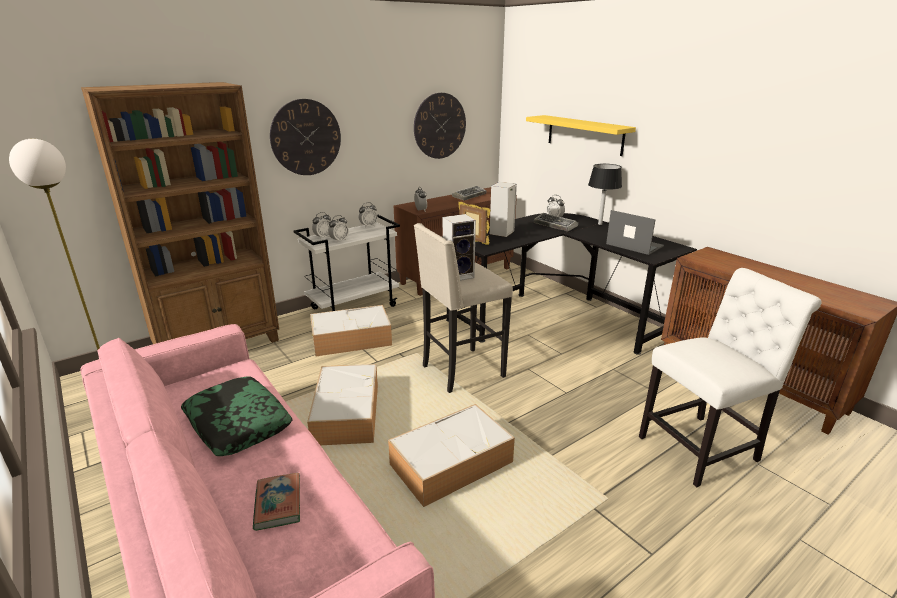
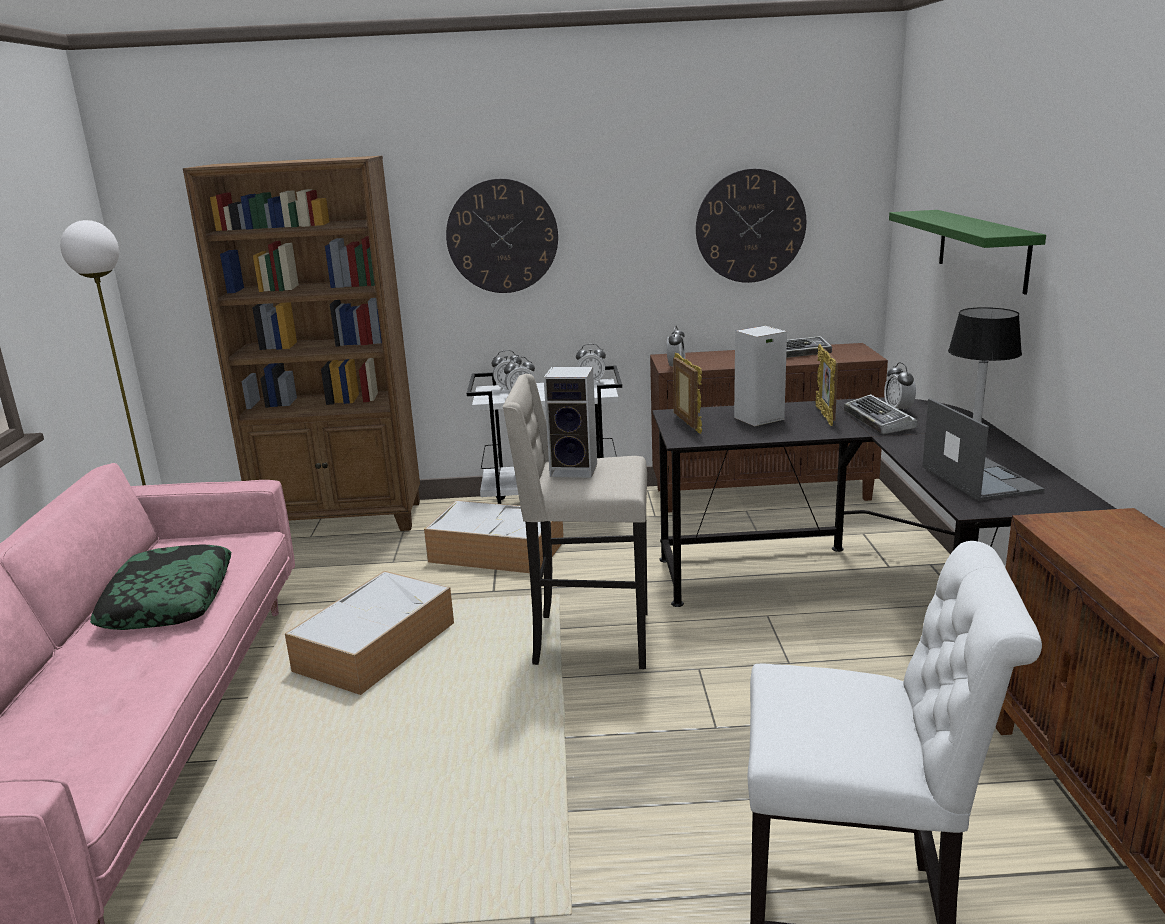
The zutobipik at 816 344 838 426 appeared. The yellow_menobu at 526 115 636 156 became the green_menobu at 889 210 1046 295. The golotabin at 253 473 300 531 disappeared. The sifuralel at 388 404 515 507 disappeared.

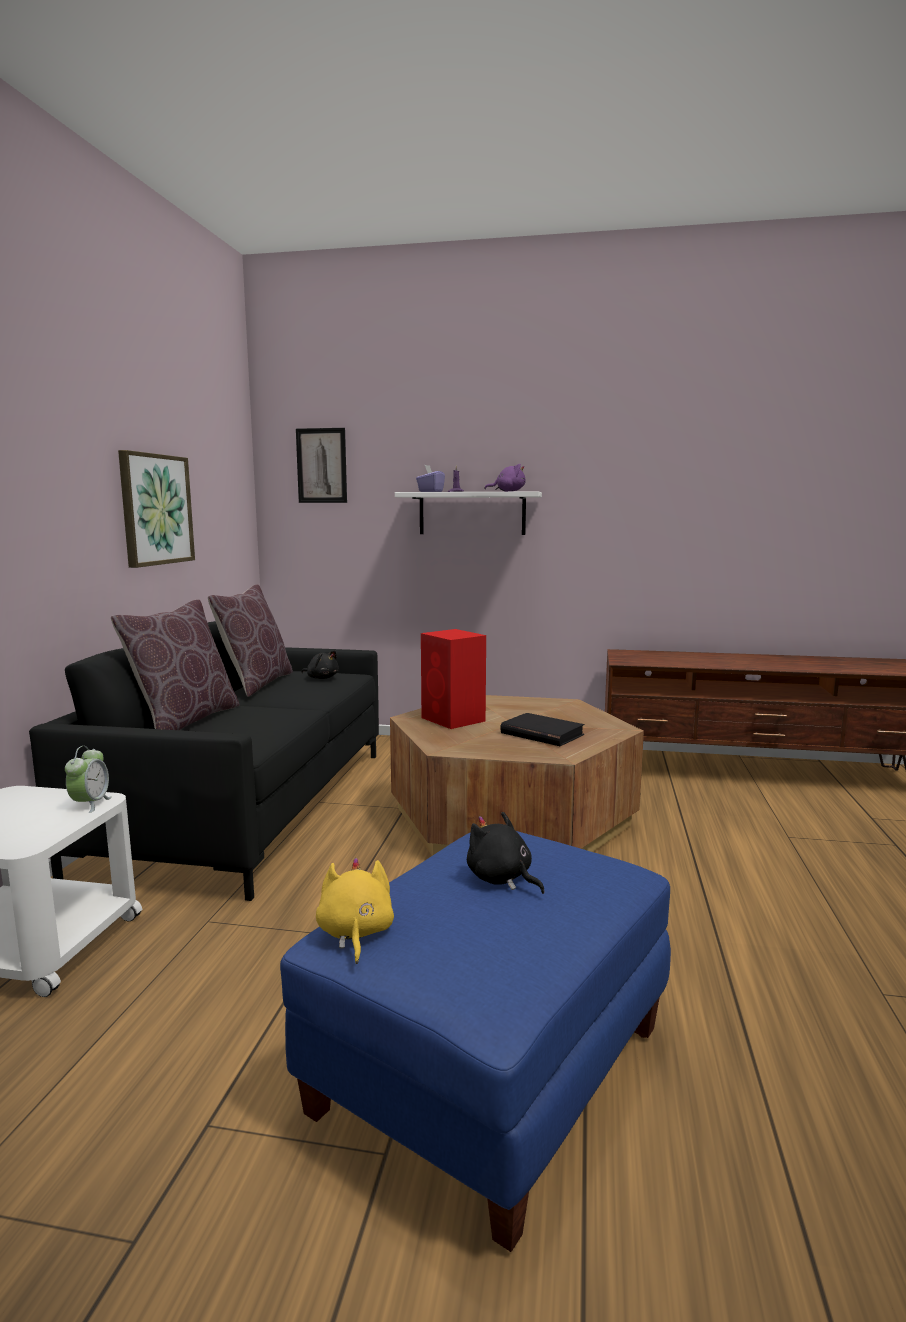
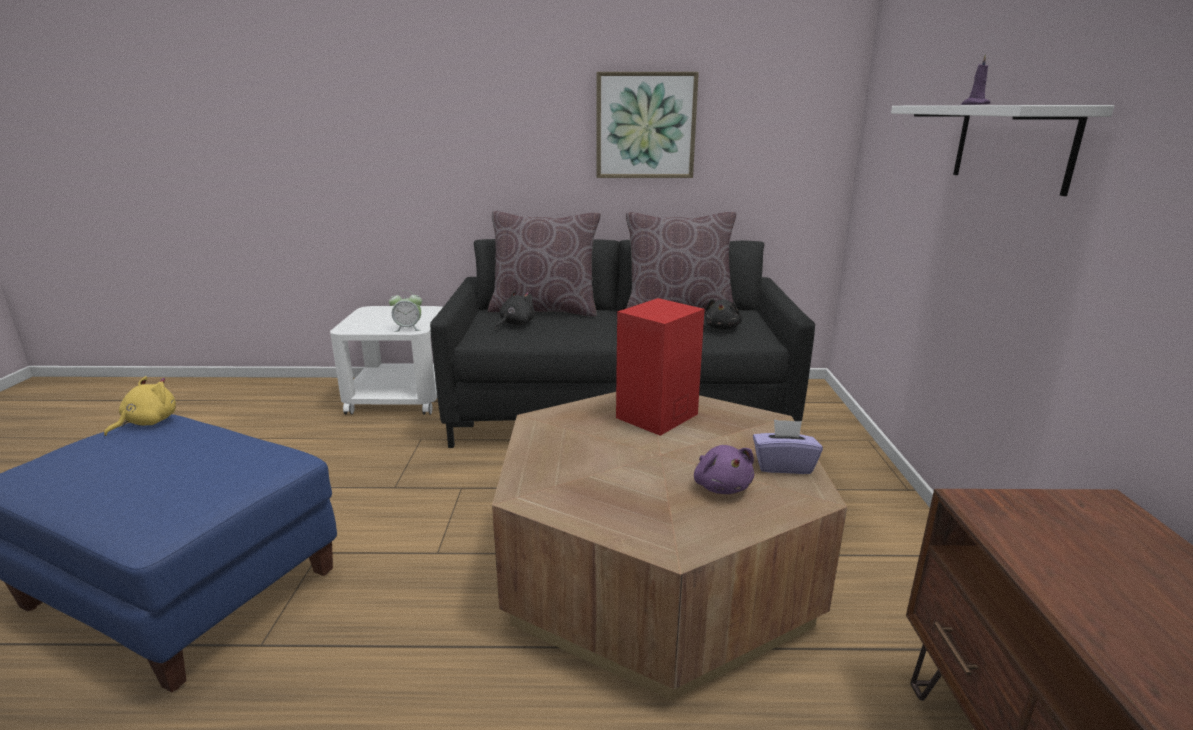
The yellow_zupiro at 316 858 394 964 turned 45 degrees counterclockwise. The black_zupiro moved from 467 812 545 894 to 495 290 535 329. The purple_zupiro moved from 484 464 526 492 to 694 445 754 494. The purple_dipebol moved from 416 465 445 492 to 753 419 823 474. The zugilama at 296 428 347 503 disappeared. The black_golotabin at 500 713 585 746 disappeared.

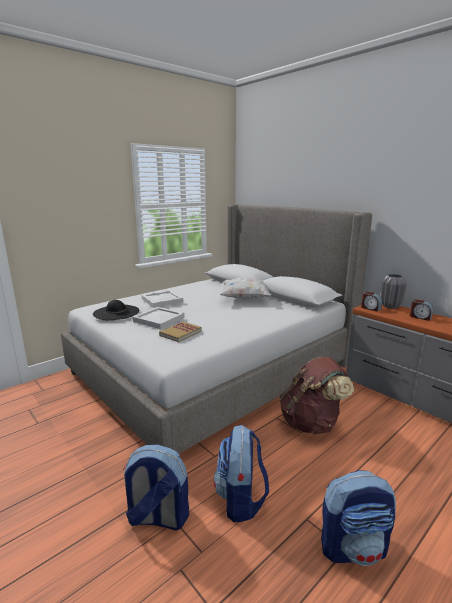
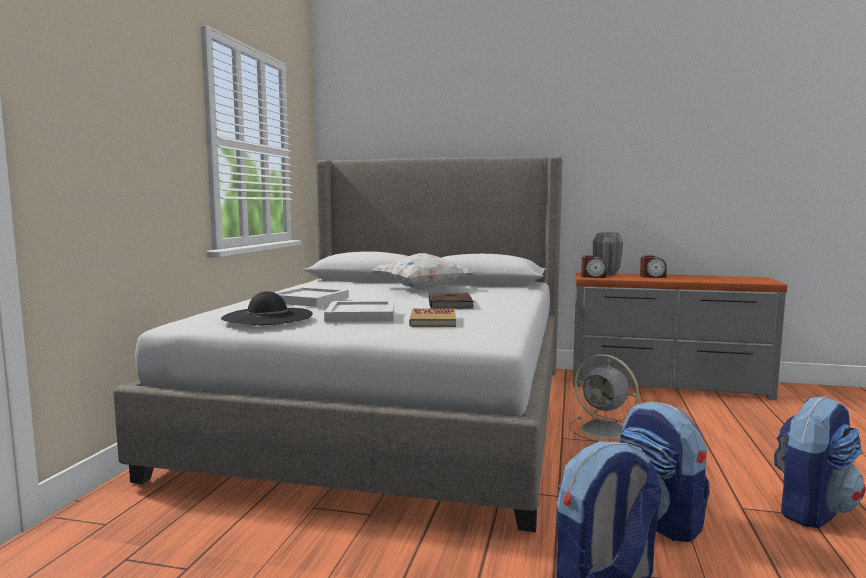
The brown_golotabin at 428 292 474 309 appeared. The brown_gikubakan at 279 357 354 434 was replaced by the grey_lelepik at 569 354 639 442.

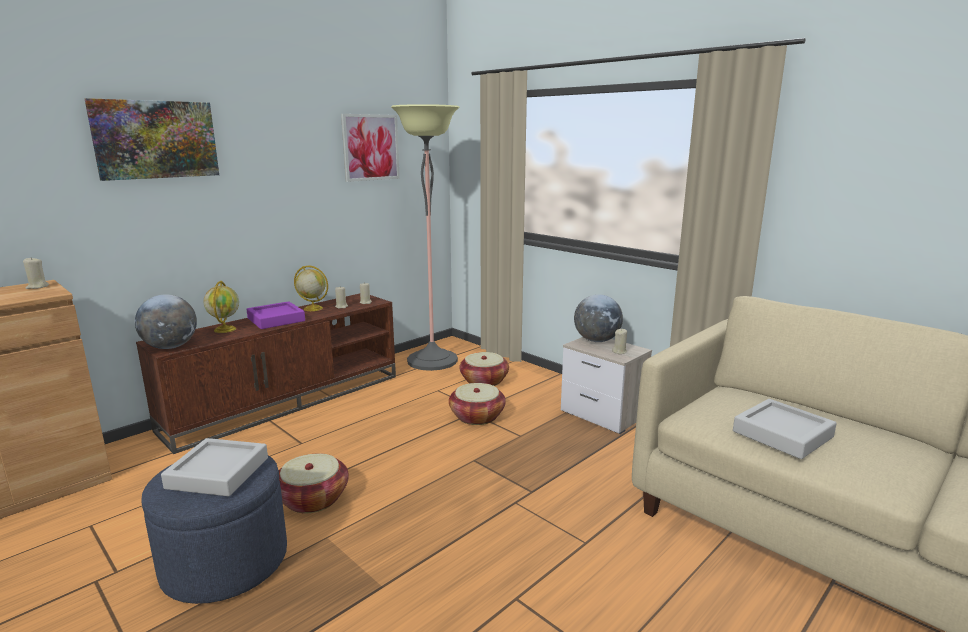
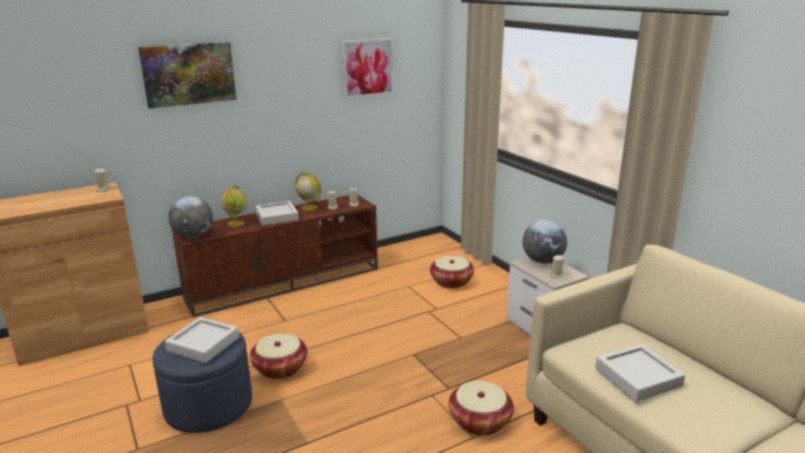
The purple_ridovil at 246 301 305 329 became the grey_ridovil at 255 201 299 226. The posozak moved from 449 383 506 425 to 449 381 514 436. The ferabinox at 391 104 460 371 disappeared.

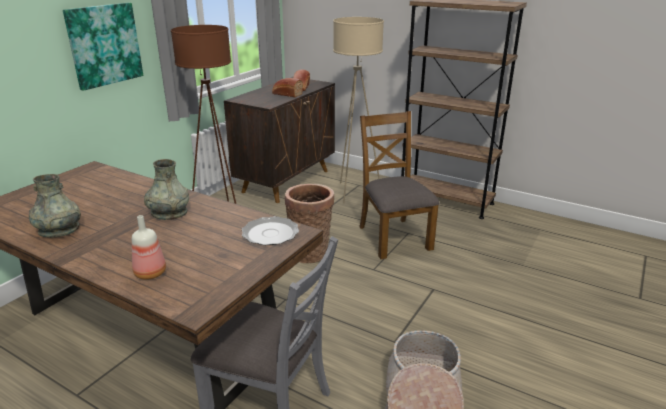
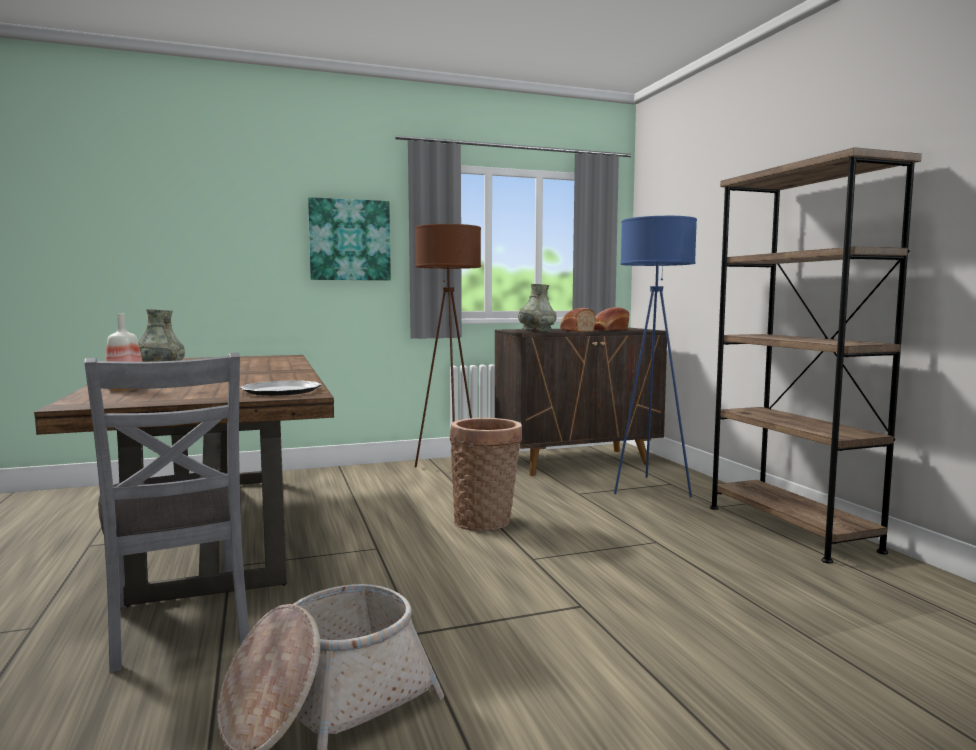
The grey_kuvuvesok moved from 144 159 189 220 to 518 284 557 332. The beige_ferabinox at 333 17 384 203 became the blue_ferabinox at 614 216 697 498. The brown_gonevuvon at 359 111 440 259 disappeared.

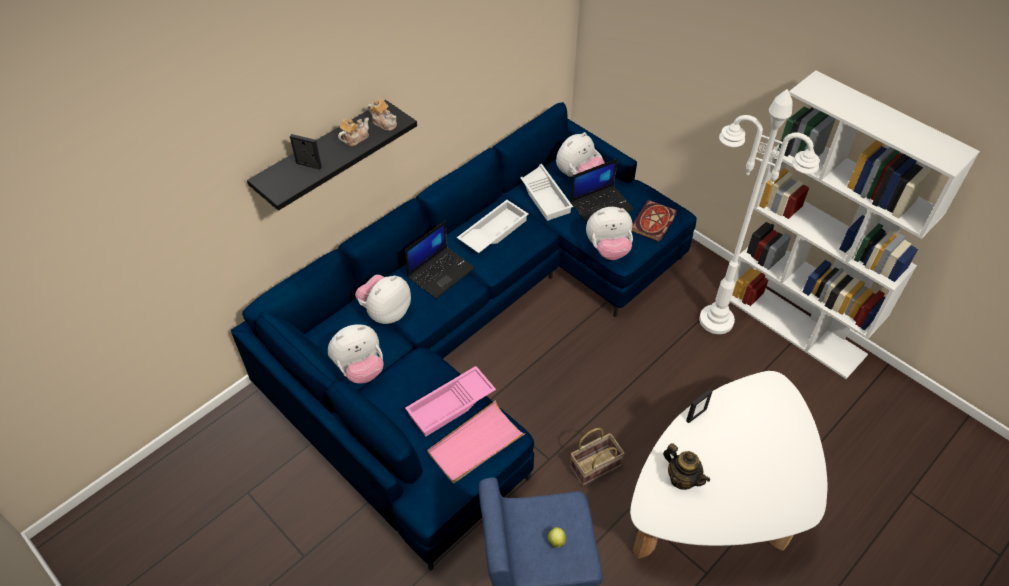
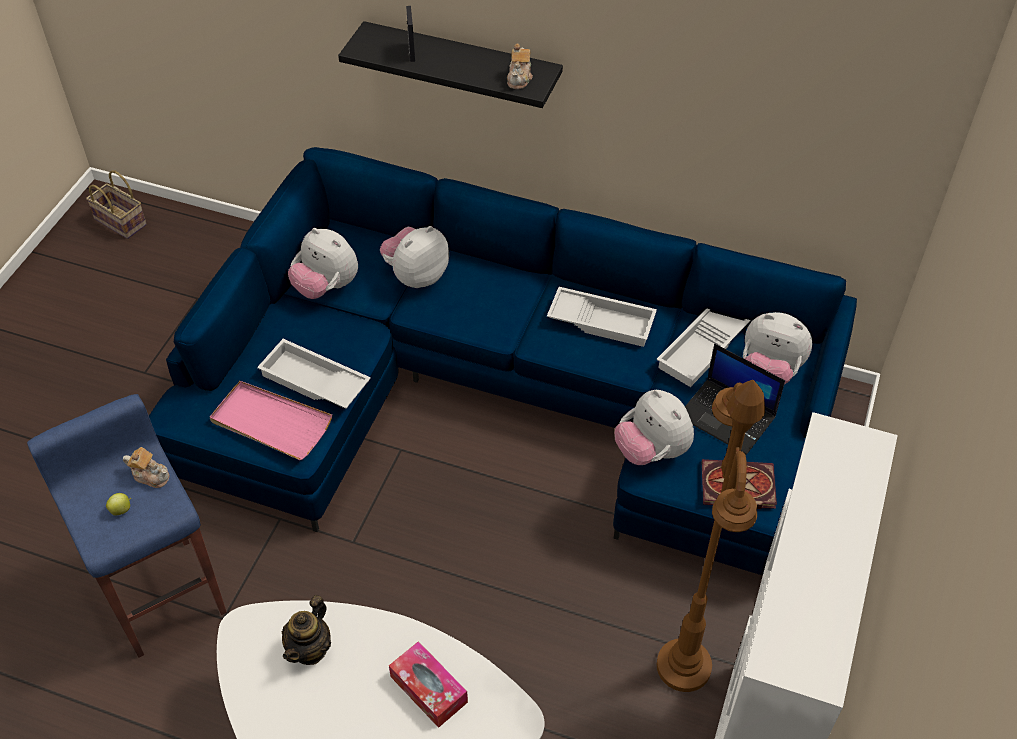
The posozak moved from 570 428 625 486 to 86 170 147 239. The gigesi moved from 338 118 369 146 to 123 447 170 488. The pink_ridovil at 405 366 496 437 became the white_ridovil at 257 339 371 409. The zupiro at 355 275 411 324 turned 60 degrees counterclockwise. The dipebol at 389 641 468 728 appeared. The white_ferabinox at 699 89 820 334 became the brown_ferabinox at 657 380 765 692. The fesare at 404 220 475 299 disappeared. The zutobipik at 686 389 713 423 disappeared.

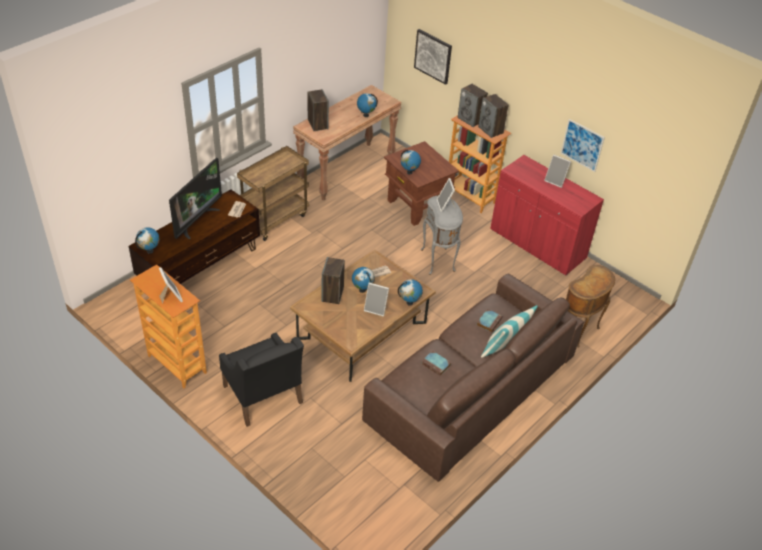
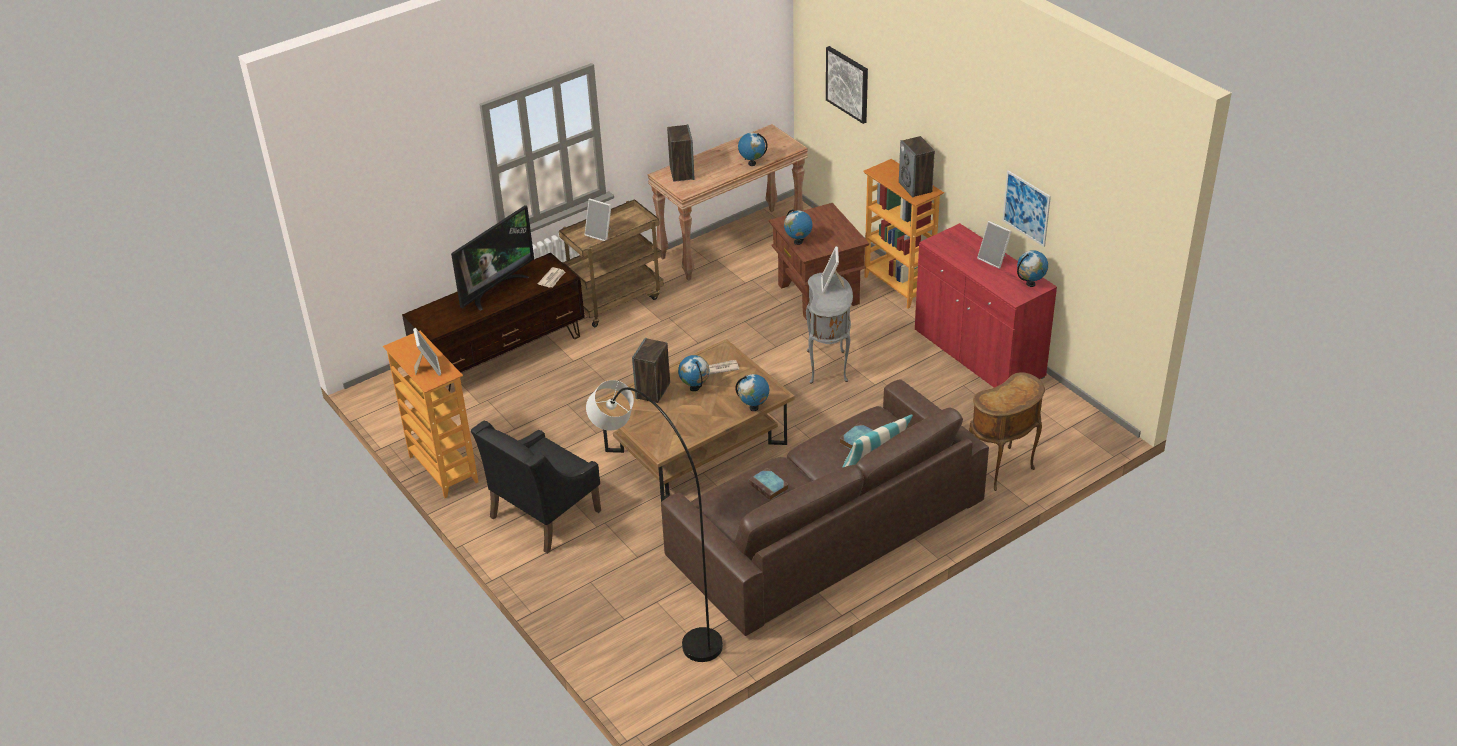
The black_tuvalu at 219 333 304 427 turned 60 degrees clockwise. The zutobipik moved from 364 283 389 316 to 584 198 612 241. The grey_ferabinox at 586 380 723 662 appeared. The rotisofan moved from 135 227 159 254 to 1017 250 1048 287. The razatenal at 458 84 488 127 disappeared.

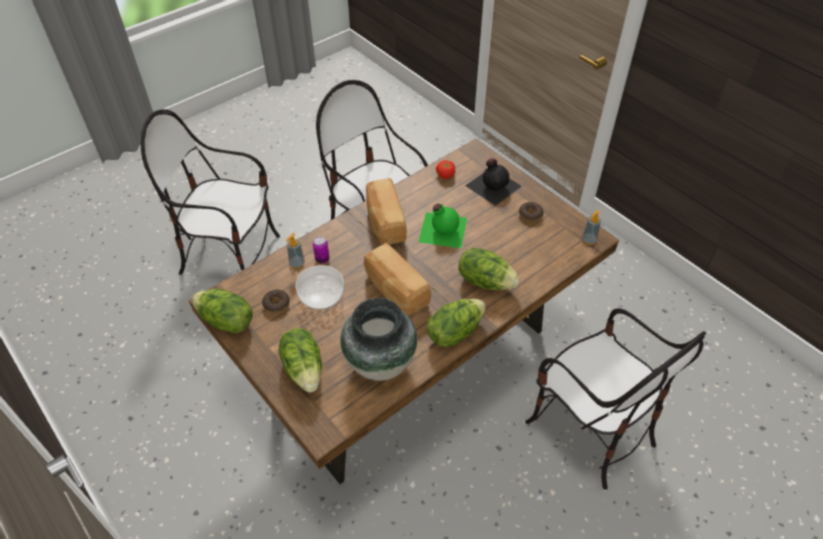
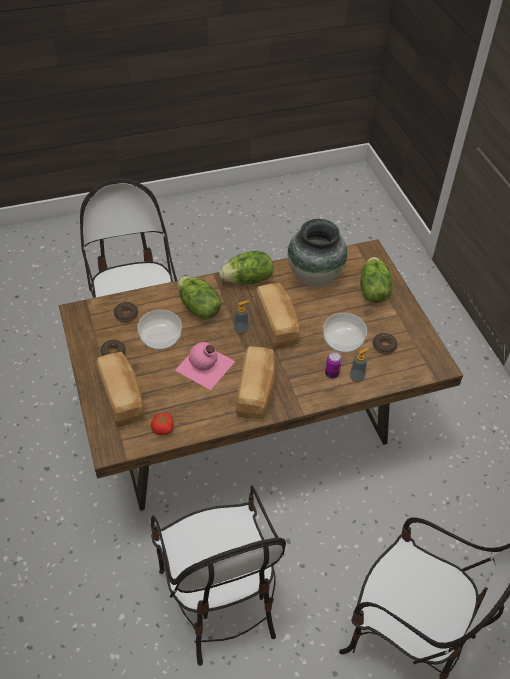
The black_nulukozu at 465 158 522 206 was replaced by the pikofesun at 96 352 144 427. The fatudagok at 114 302 138 322 appeared. The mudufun at 138 310 182 350 appeared. The green_nulukozu at 419 204 467 248 became the pink_nulukozu at 175 342 235 390. The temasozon moved from 582 210 601 245 to 234 300 249 334. The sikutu at 192 289 253 333 disappeared.

